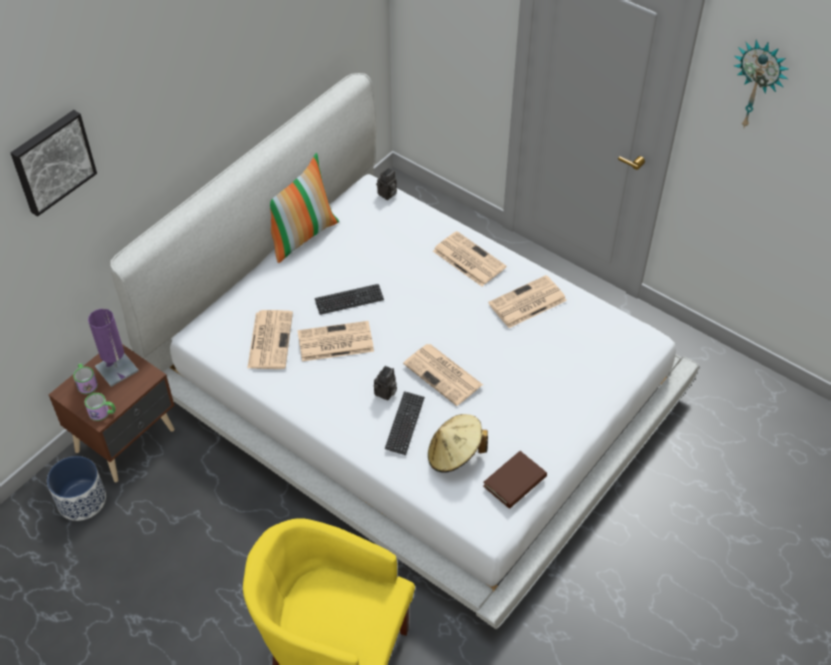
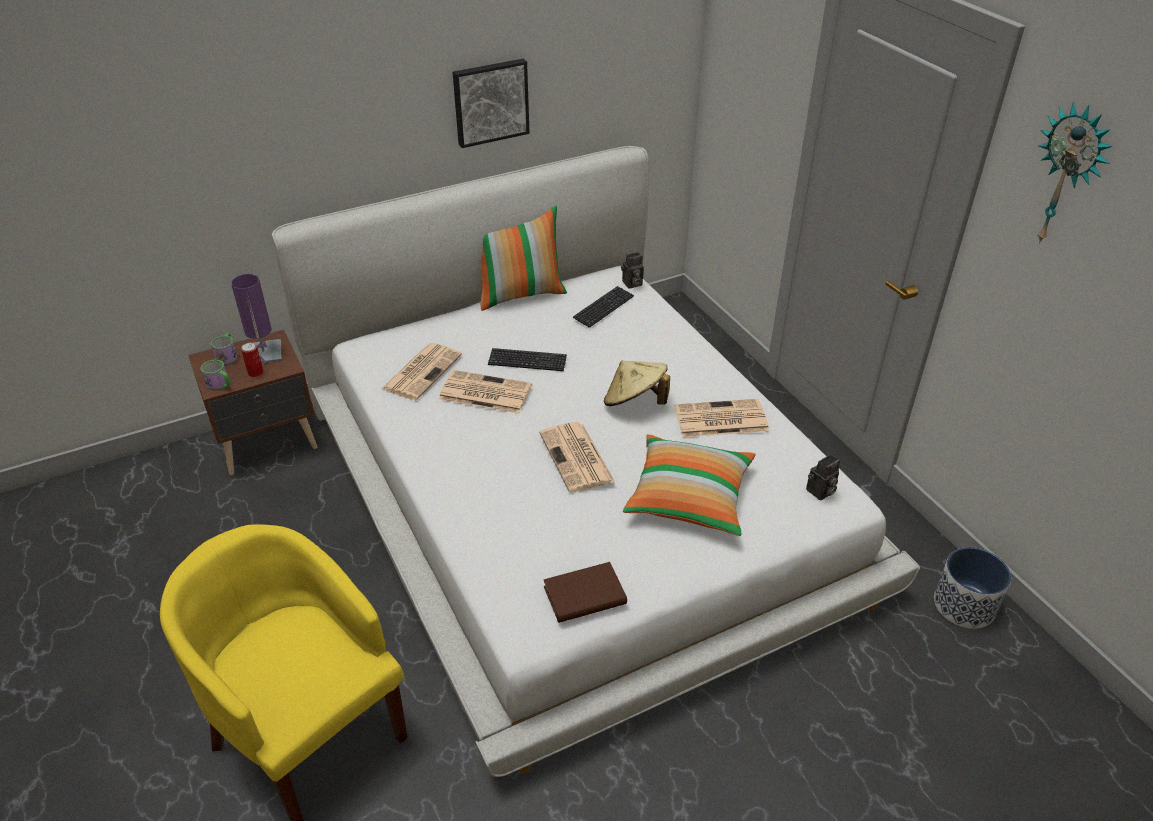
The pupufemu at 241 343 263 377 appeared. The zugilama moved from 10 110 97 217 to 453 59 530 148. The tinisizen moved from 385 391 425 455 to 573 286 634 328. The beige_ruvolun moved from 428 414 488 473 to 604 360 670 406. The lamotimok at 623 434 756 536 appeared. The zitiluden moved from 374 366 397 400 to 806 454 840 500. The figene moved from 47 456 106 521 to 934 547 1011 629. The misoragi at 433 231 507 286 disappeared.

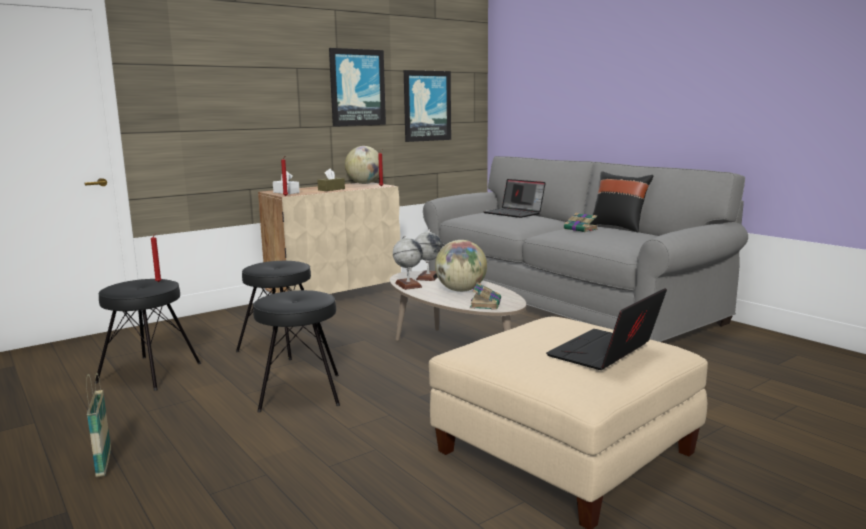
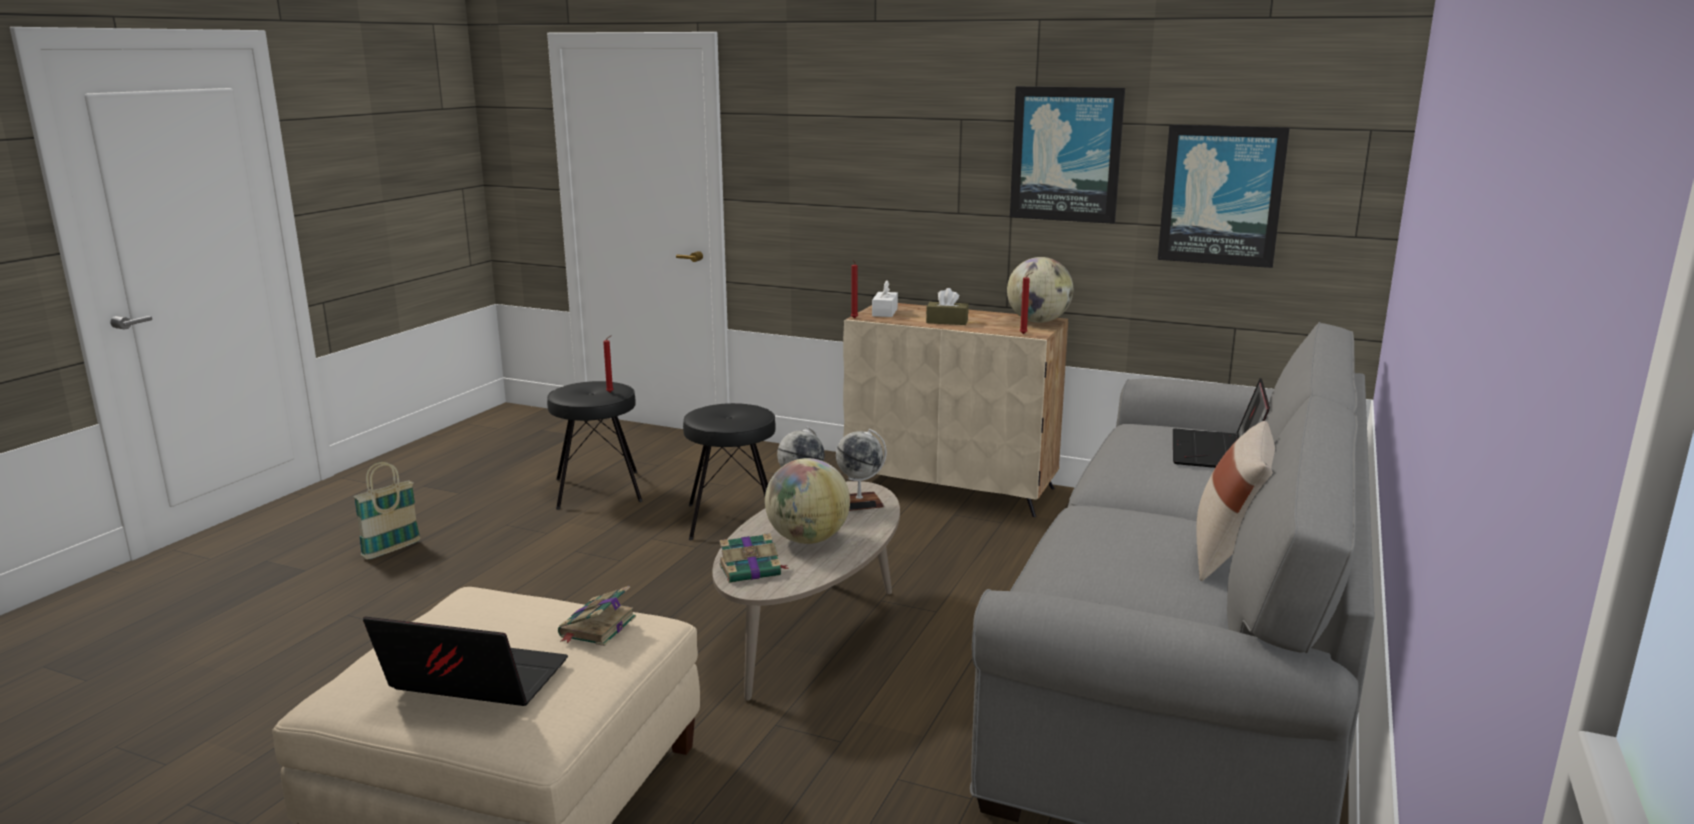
The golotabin moved from 564 213 598 232 to 558 586 636 646. The black_lamotimok at 590 171 653 232 became the beige_lamotimok at 1196 421 1275 581. The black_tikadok at 253 290 340 413 disappeared.

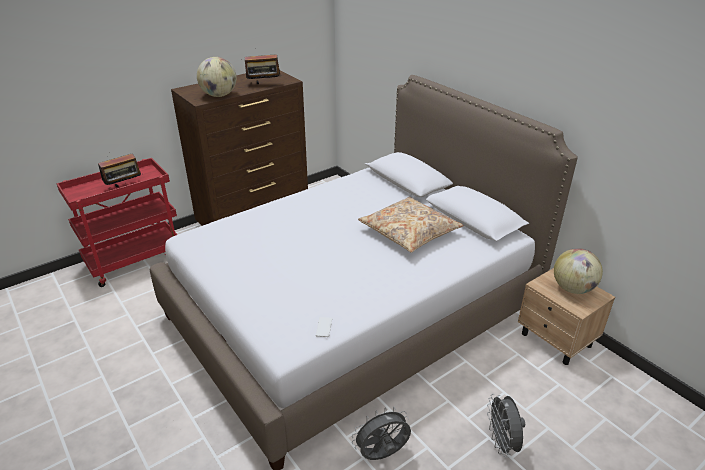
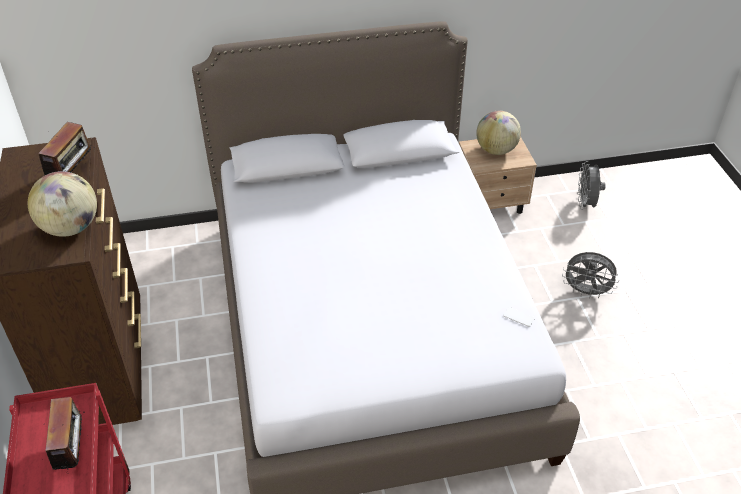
The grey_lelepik moved from 352 407 411 460 to 577 161 606 210. The beige_lamotimok at 358 197 464 253 disappeared.

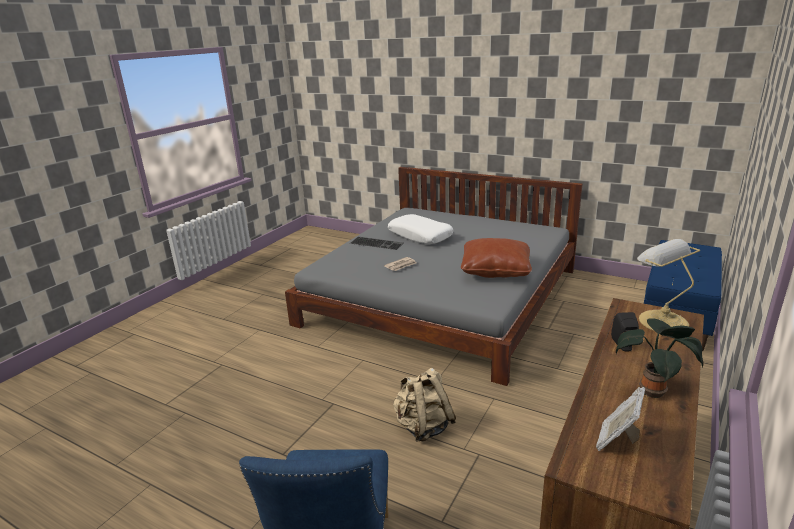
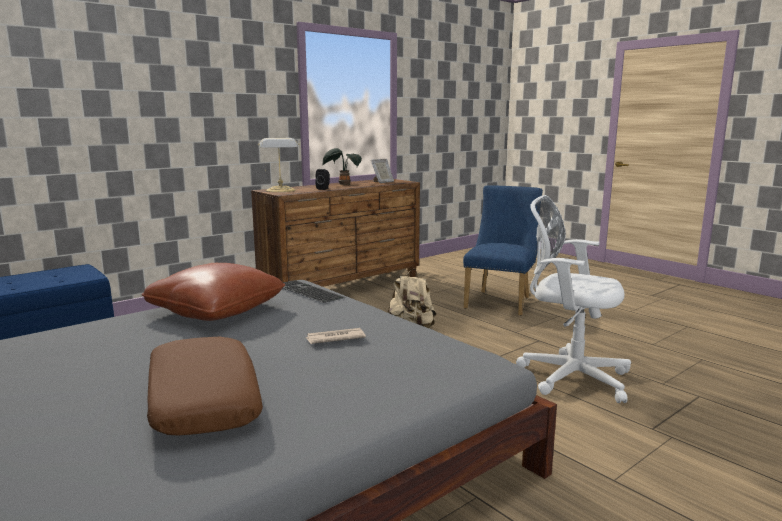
The white_lamotimok at 388 214 454 244 became the brown_lamotimok at 147 337 263 436. The tinisizen moved from 350 237 404 250 to 283 280 346 303. The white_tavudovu at 516 195 631 403 appeared.

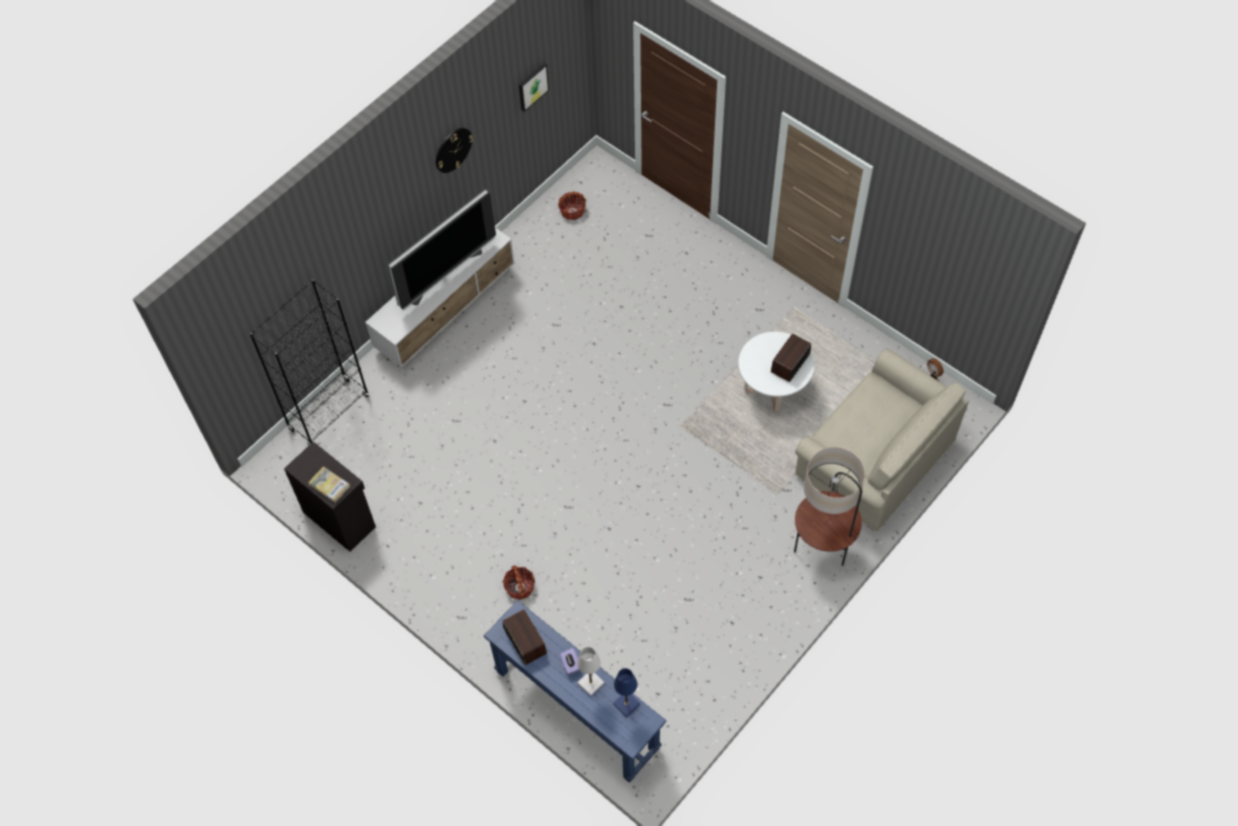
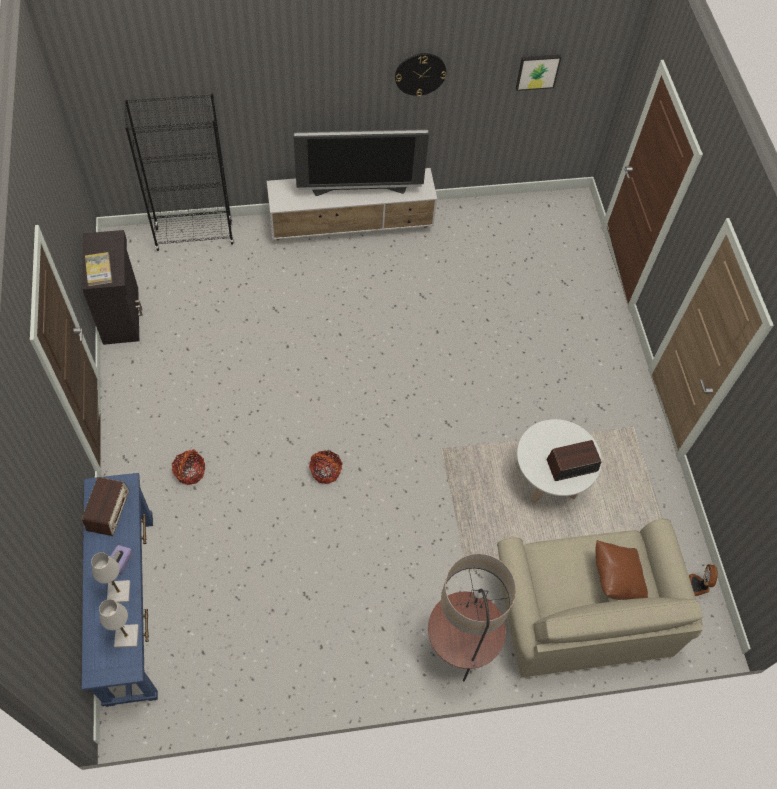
The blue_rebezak at 613 668 640 717 became the white_rebezak at 99 599 139 648. The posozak moved from 558 191 586 220 to 309 450 343 484. The brown_lamotimok at 595 540 648 600 appeared.

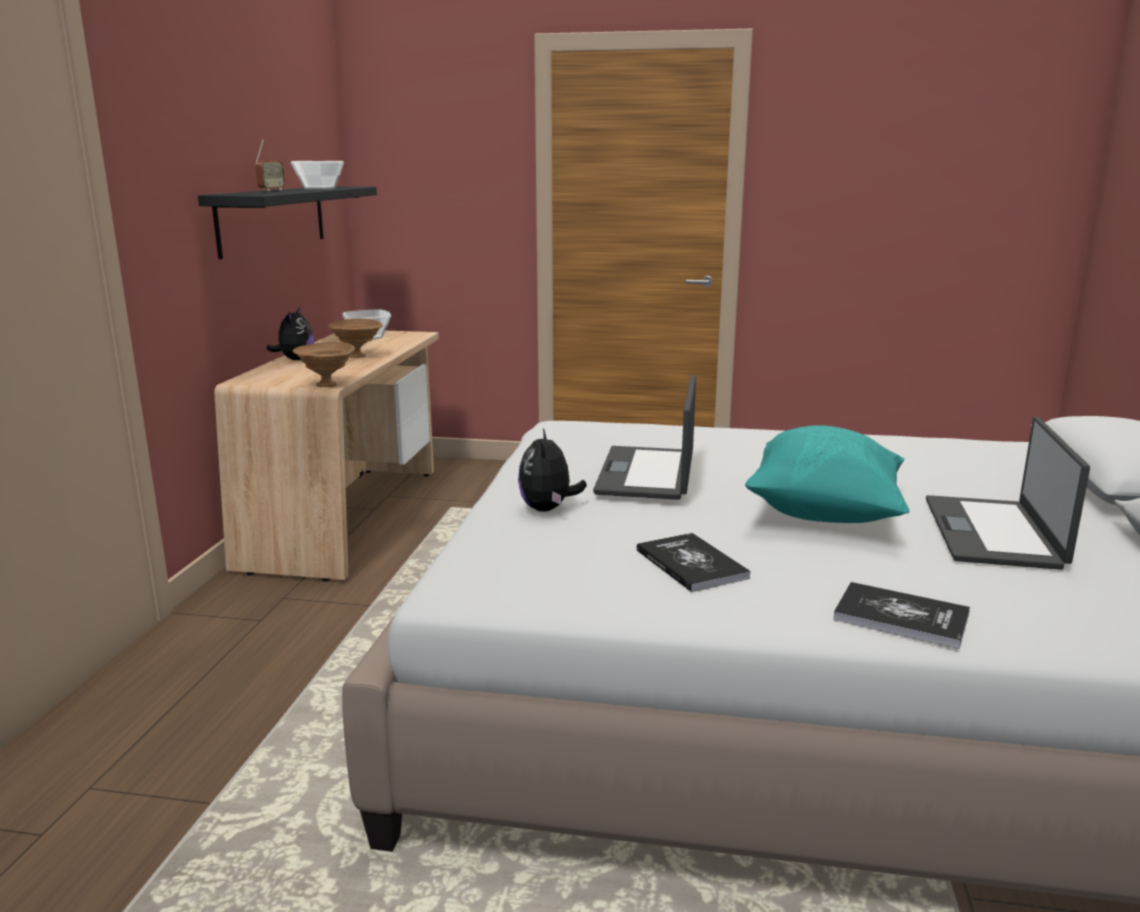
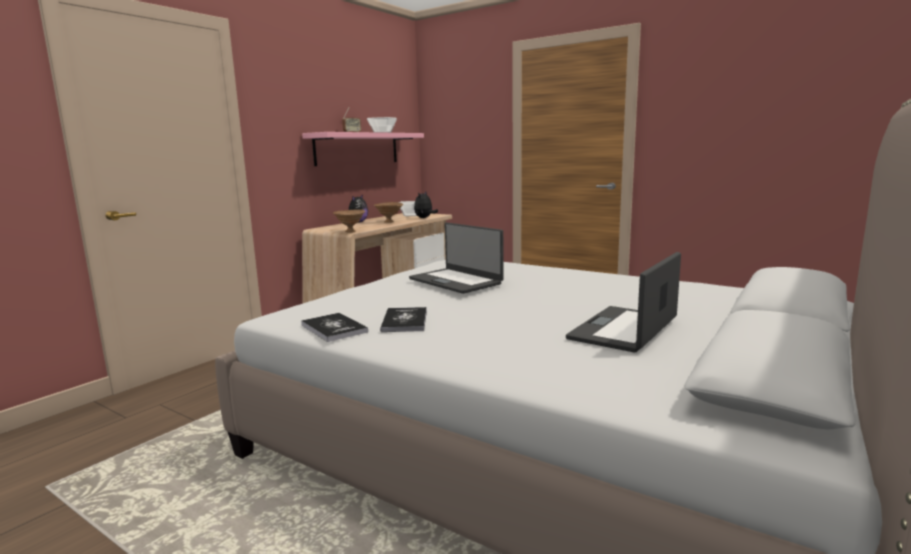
The golotabin moved from 833 582 970 649 to 301 313 368 342. The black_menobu at 198 186 377 259 became the pink_menobu at 302 132 424 166. The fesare at 593 375 696 500 turned 75 degrees counterclockwise. The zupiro moved from 518 428 587 512 to 414 192 438 218. The turquoise_lamotimok at 745 425 909 523 disappeared.

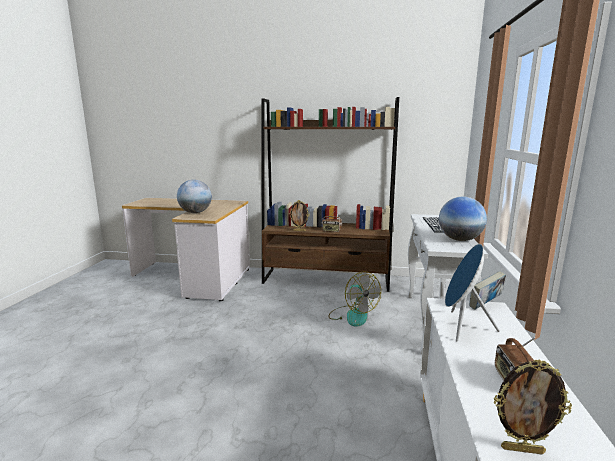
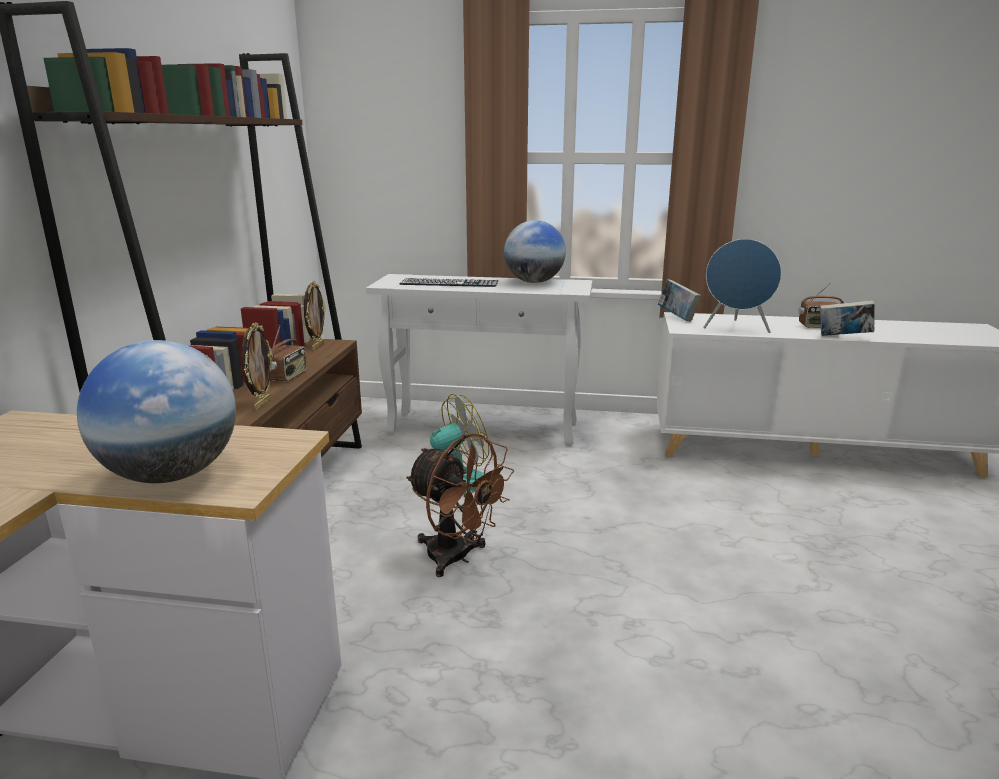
The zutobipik moved from 494 359 572 455 to 304 281 326 351. The brown_lelepik at 406 433 514 577 appeared. The golotabin at 820 300 875 336 appeared.

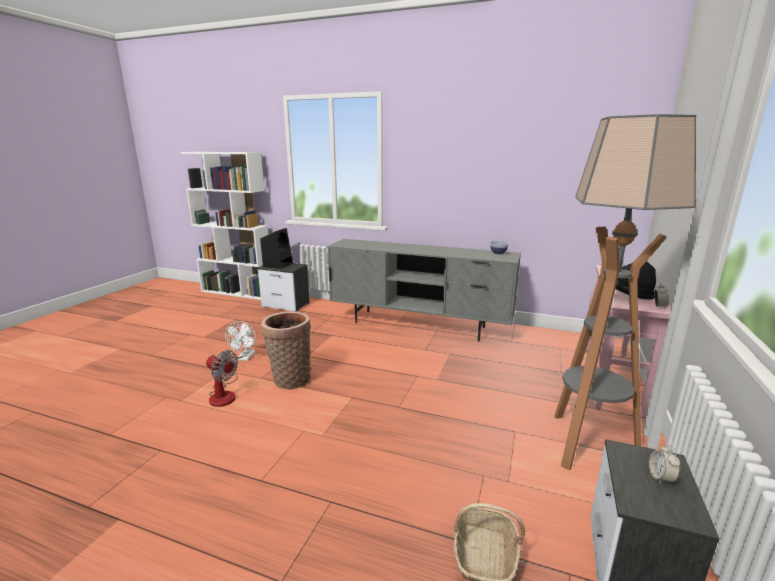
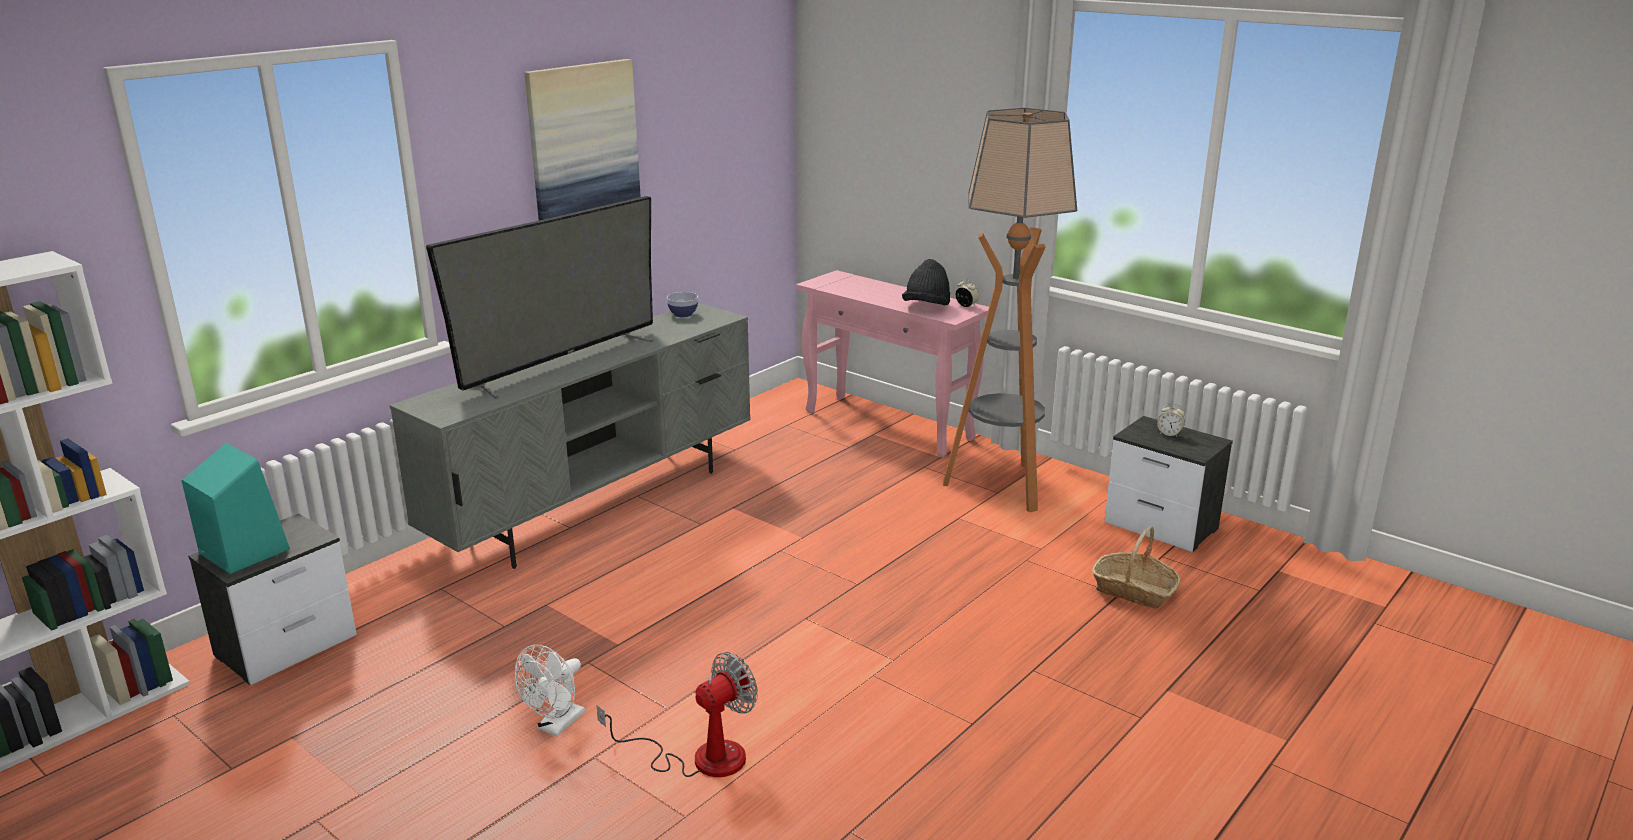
The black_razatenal at 260 228 293 269 became the turquoise_razatenal at 182 443 290 574. The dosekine at 426 196 653 399 appeared. The white_lelepik at 225 321 256 361 turned 90 degrees clockwise. The zugilama at 525 59 641 220 appeared. The posozak at 261 311 311 389 disappeared.

